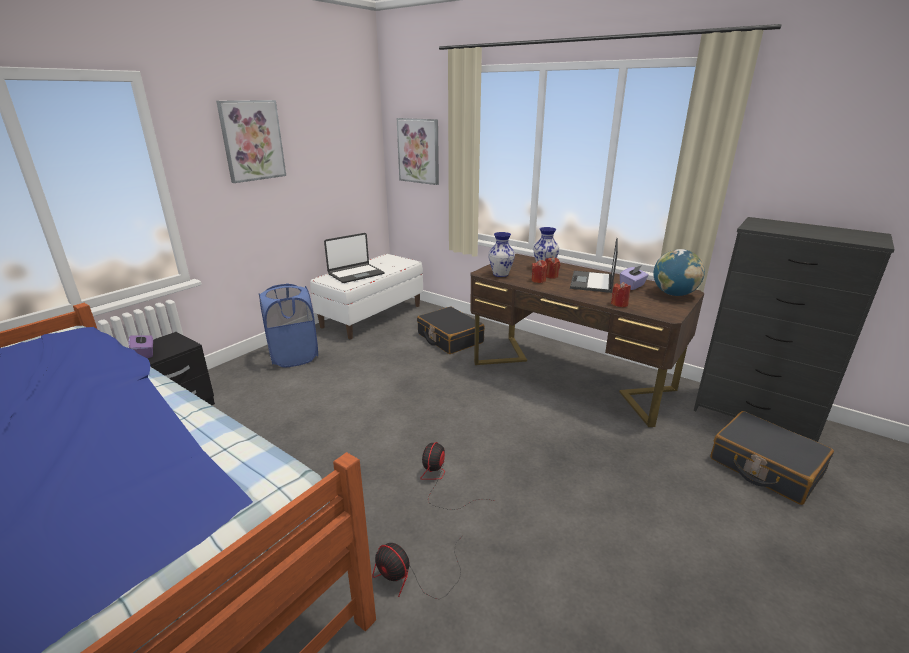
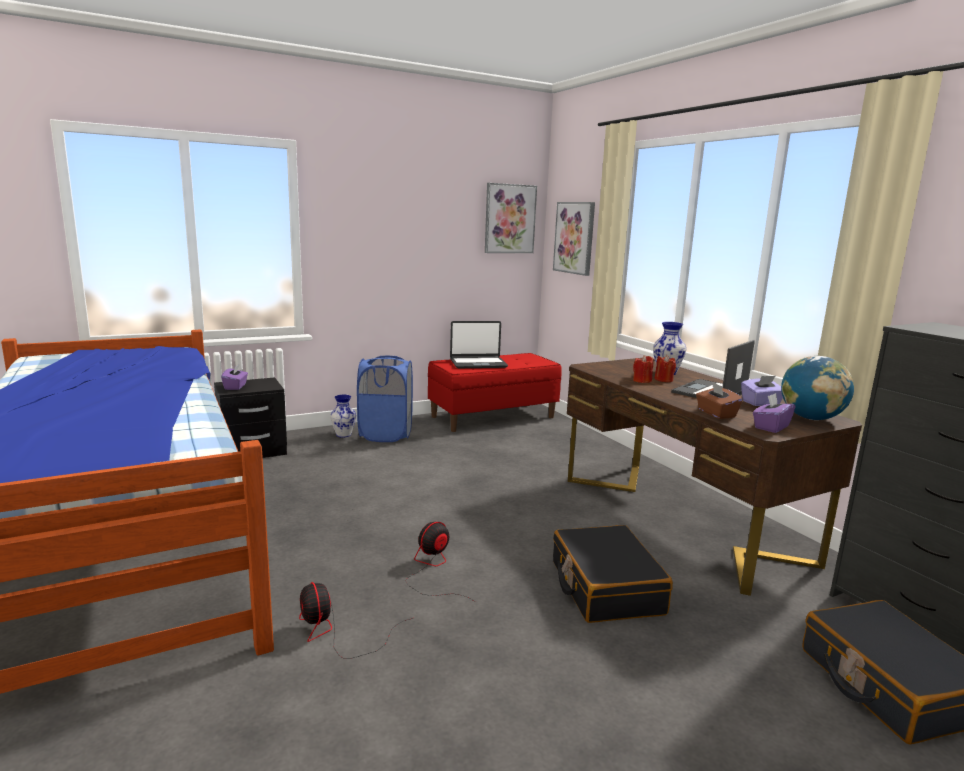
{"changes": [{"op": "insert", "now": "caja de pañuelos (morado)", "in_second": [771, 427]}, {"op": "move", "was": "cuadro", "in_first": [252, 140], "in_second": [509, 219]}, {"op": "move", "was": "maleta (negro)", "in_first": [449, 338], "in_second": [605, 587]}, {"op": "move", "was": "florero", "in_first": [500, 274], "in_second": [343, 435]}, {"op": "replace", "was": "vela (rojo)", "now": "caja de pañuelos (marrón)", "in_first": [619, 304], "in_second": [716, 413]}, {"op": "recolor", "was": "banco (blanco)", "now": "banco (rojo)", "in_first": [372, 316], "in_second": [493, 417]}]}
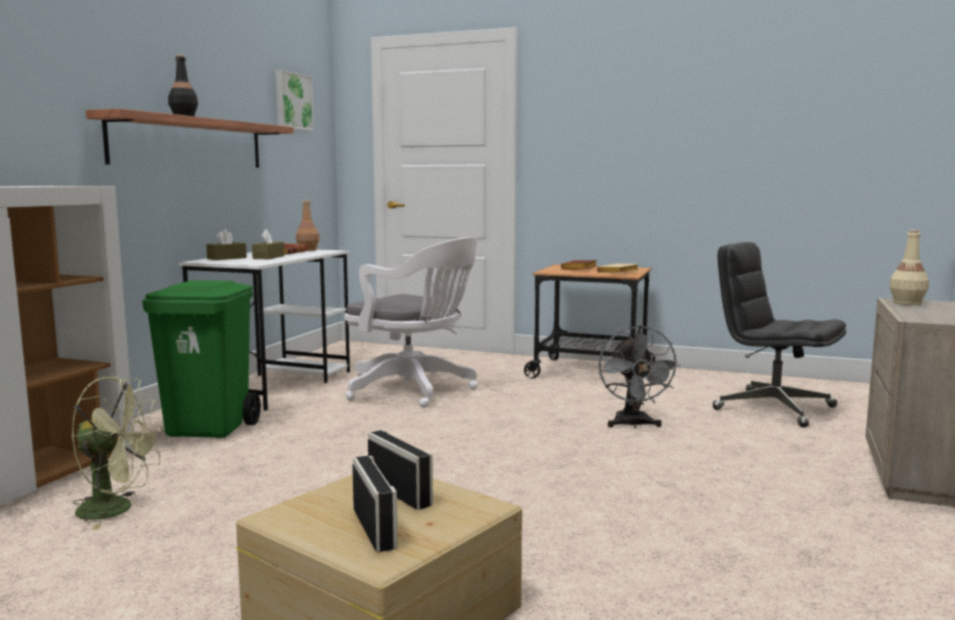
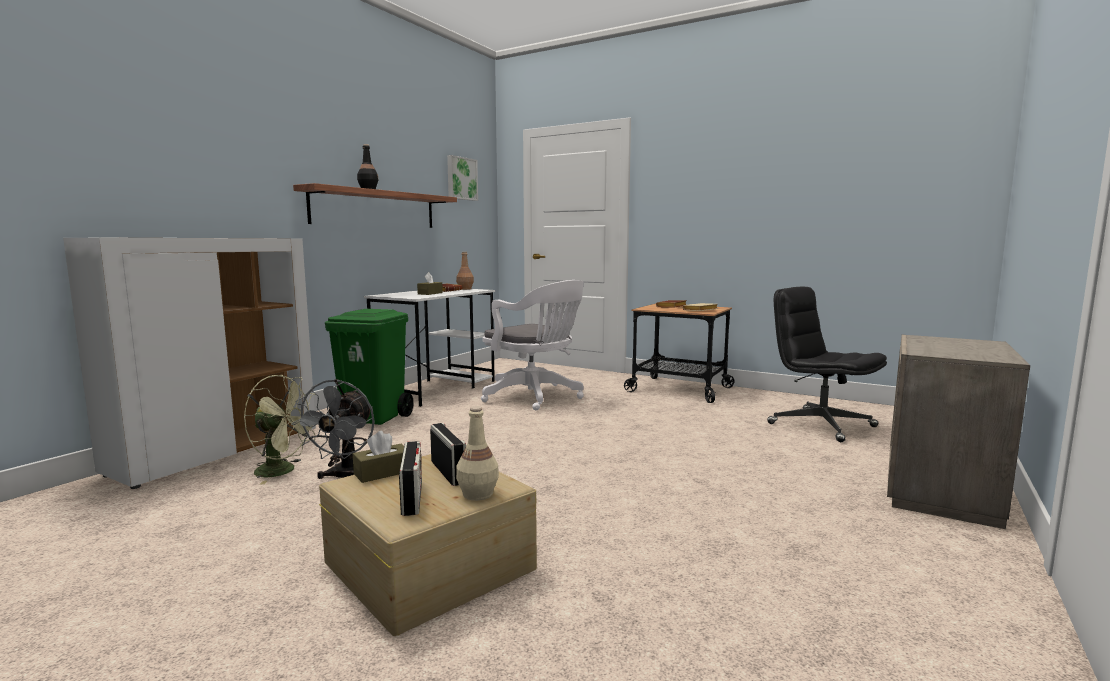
{"changes": [{"op": "move", "was": "caja de pañuelos (marrón)", "in_first": [227, 258], "in_second": [382, 472]}, {"op": "move", "was": "ventilador (gris)", "in_first": [633, 425], "in_second": [344, 477]}, {"op": "move", "was": "botella (beis)", "in_first": [906, 303], "in_second": [477, 494]}]}
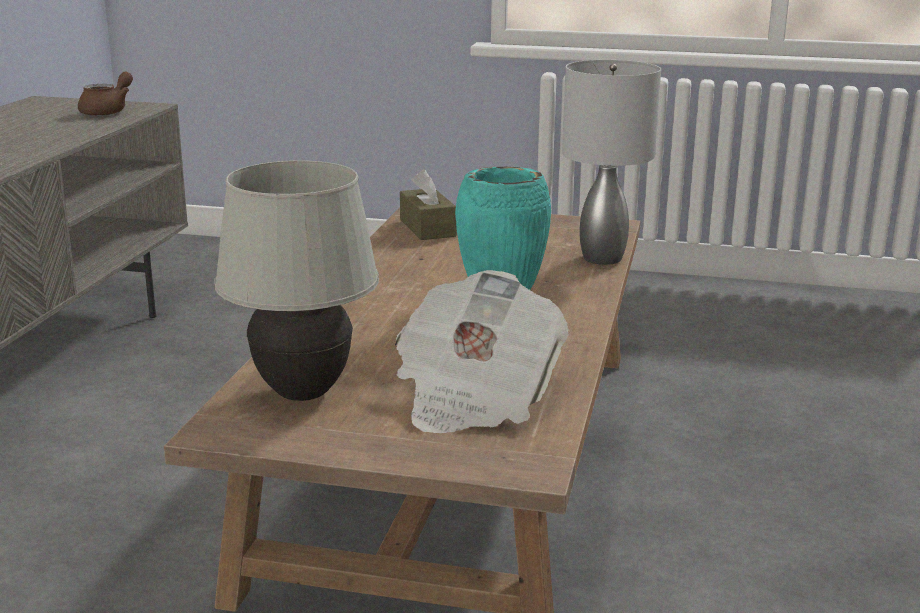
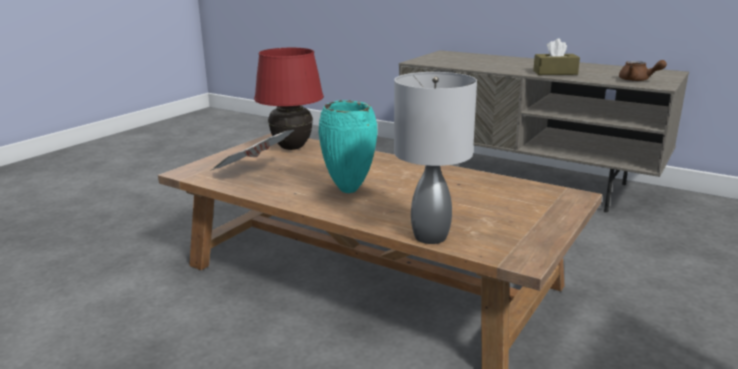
{"changes": [{"op": "move", "was": "caja de pañuelos (marrón)", "in_first": [427, 228], "in_second": [555, 73]}, {"op": "recolor", "was": "lámpara de mesa (blanco)", "now": "lámpara de mesa (rojo)", "in_first": [302, 393], "in_second": [292, 148]}]}
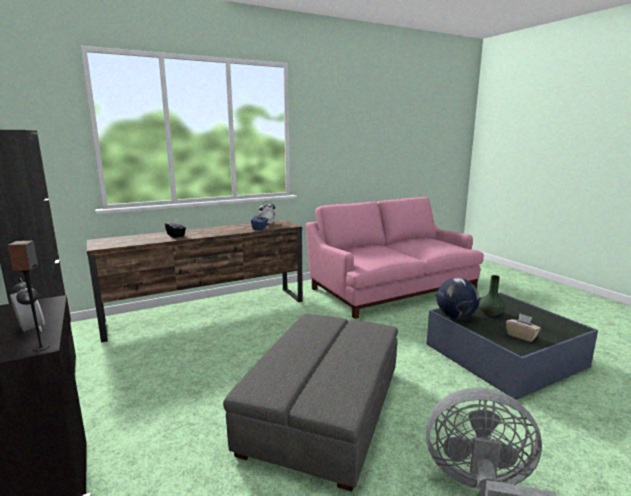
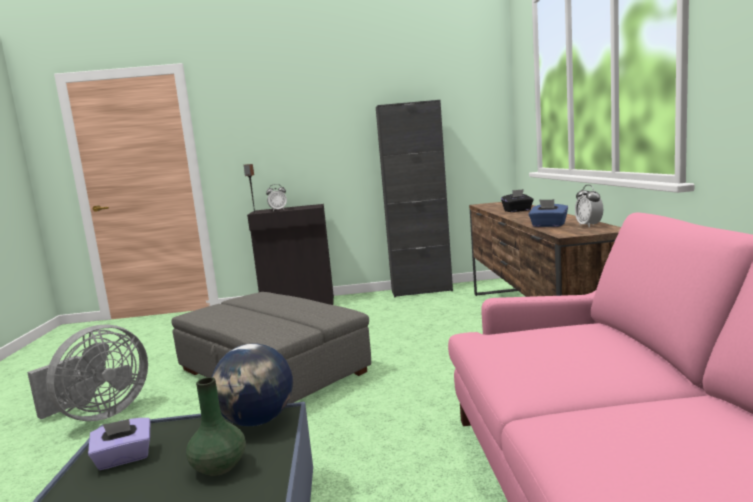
{"changes": [{"op": "recolor", "was": "caja de pañuelos (beis)", "now": "caja de pañuelos (morado)", "in_first": [521, 336], "in_second": [124, 458]}]}
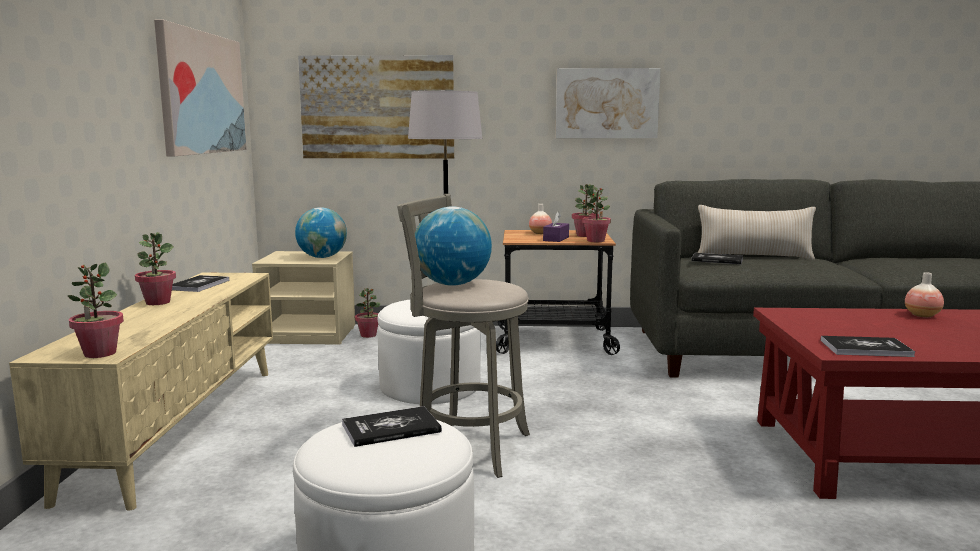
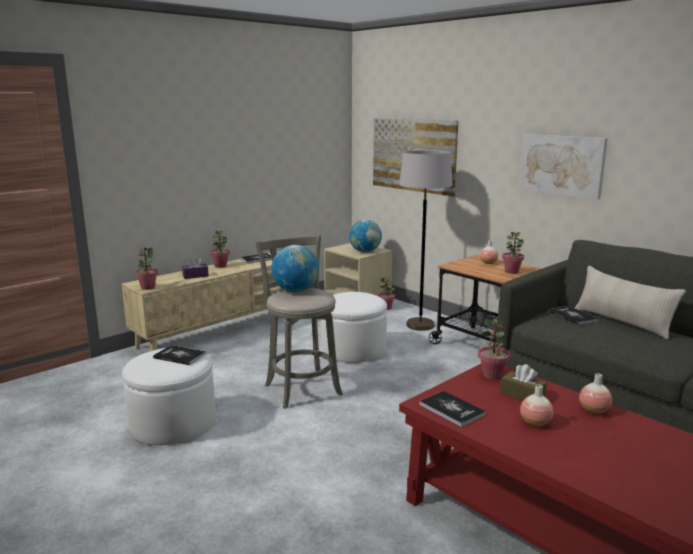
{"changes": [{"op": "delete", "was": "cuadro", "in_first": [201, 93]}, {"op": "insert", "now": "caja de pañuelos (marrón)", "in_second": [522, 395]}, {"op": "insert", "now": "florero", "in_second": [535, 423]}, {"op": "move", "was": "caja de pañuelos (morado)", "in_first": [556, 239], "in_second": [195, 276]}, {"op": "move", "was": "planta en maceta", "in_first": [596, 241], "in_second": [492, 375]}]}
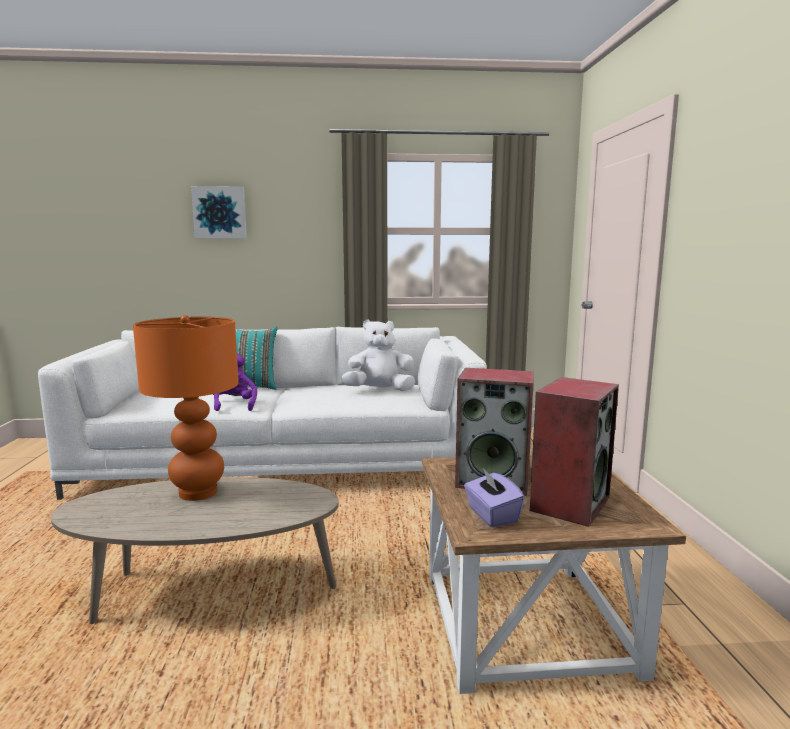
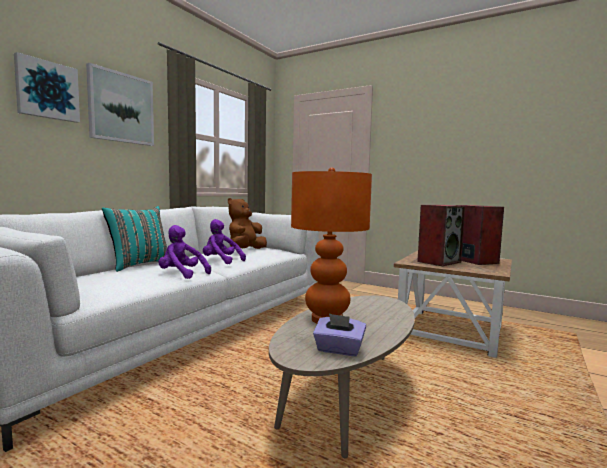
{"changes": [{"op": "insert", "now": "cuadro", "in_second": [121, 108]}, {"op": "insert", "now": "peluche (morado)", "in_second": [221, 261]}, {"op": "move", "was": "caja de pañuelos (morado)", "in_first": [491, 515], "in_second": [339, 350]}, {"op": "recolor", "was": "peluche (blanco)", "now": "peluche (marrón)", "in_first": [379, 391], "in_second": [245, 250]}]}
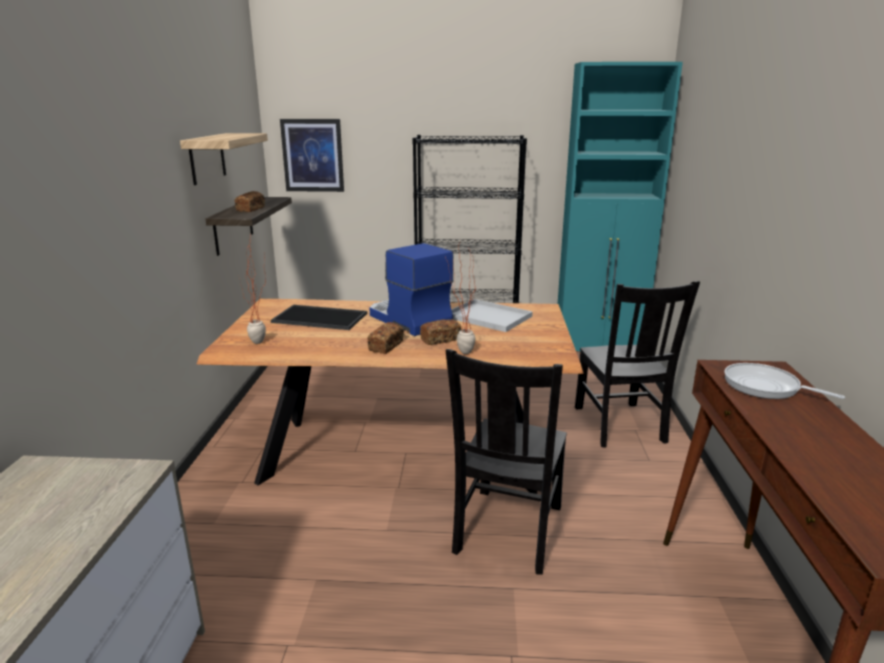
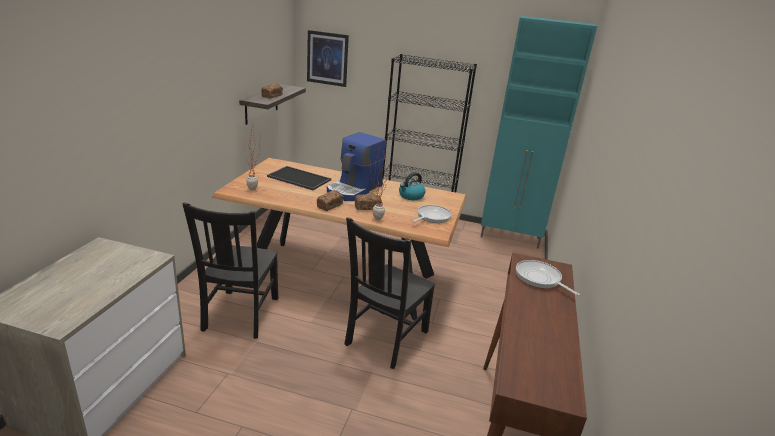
{"changes": [{"op": "delete", "was": "estante", "in_first": [207, 158]}, {"op": "insert", "now": "sartén", "in_second": [432, 217]}, {"op": "move", "was": "silla (negro)", "in_first": [620, 426], "in_second": [240, 315]}, {"op": "replace", "was": "bandeja (blanco)", "now": "hervidor", "in_first": [490, 317], "in_second": [411, 196]}, {"op": "rotate", "was": "cafetera", "in_first": [408, 320], "in_second": [355, 189], "clockwise": -120}]}
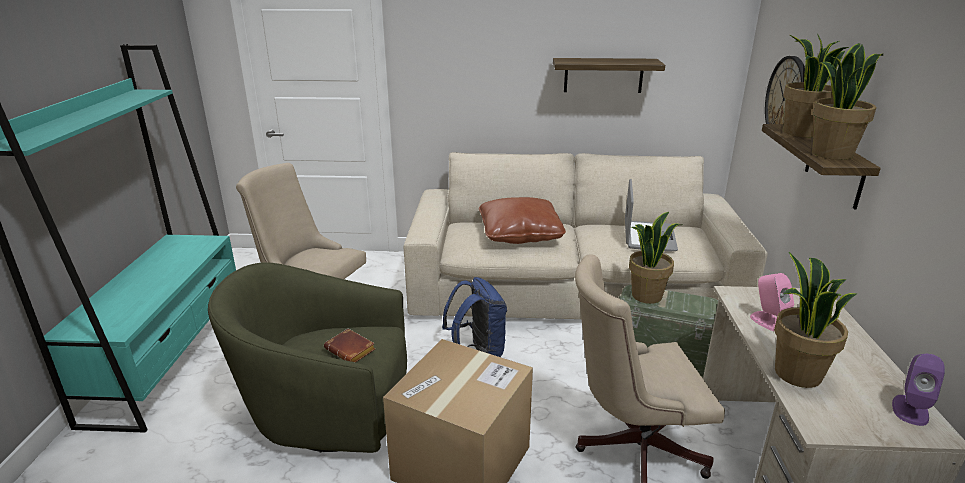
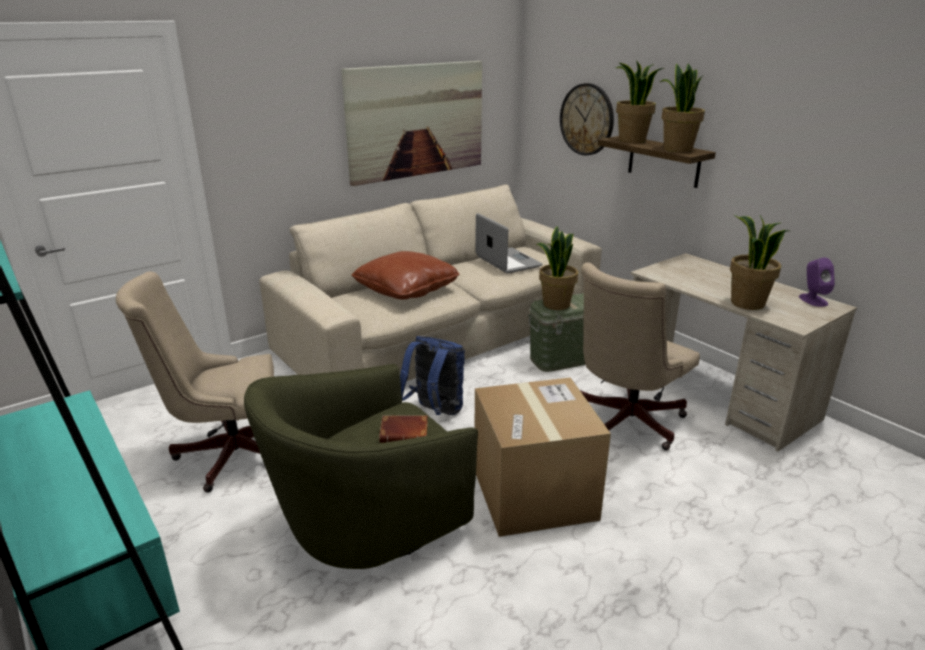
{"changes": [{"op": "delete", "was": "altavoz (rosa)", "in_first": [767, 321]}, {"op": "replace", "was": "estante", "now": "cuadro", "in_first": [603, 75], "in_second": [416, 121]}]}
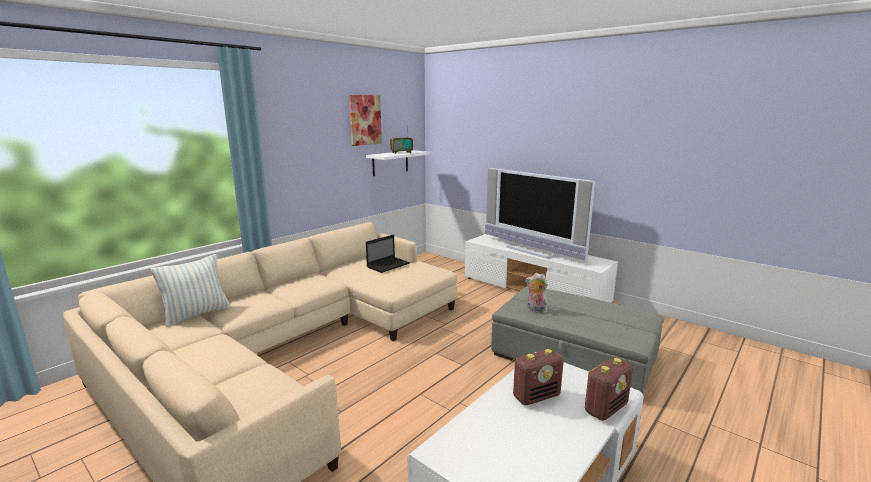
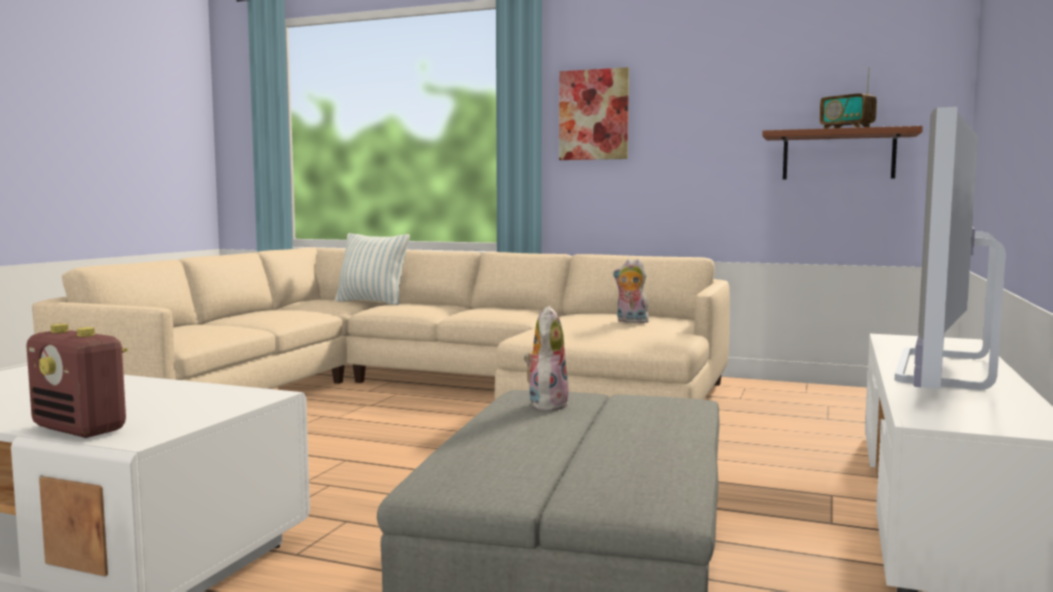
{"changes": [{"op": "delete", "was": "radio", "in_first": [536, 396]}, {"op": "move", "was": "cuadro", "in_first": [365, 120], "in_second": [594, 115]}, {"op": "replace", "was": "portátil", "now": "peluche", "in_first": [389, 265], "in_second": [630, 322]}, {"op": "recolor", "was": "estante (blanco)", "now": "estante (marrón)", "in_first": [390, 163], "in_second": [838, 155]}]}
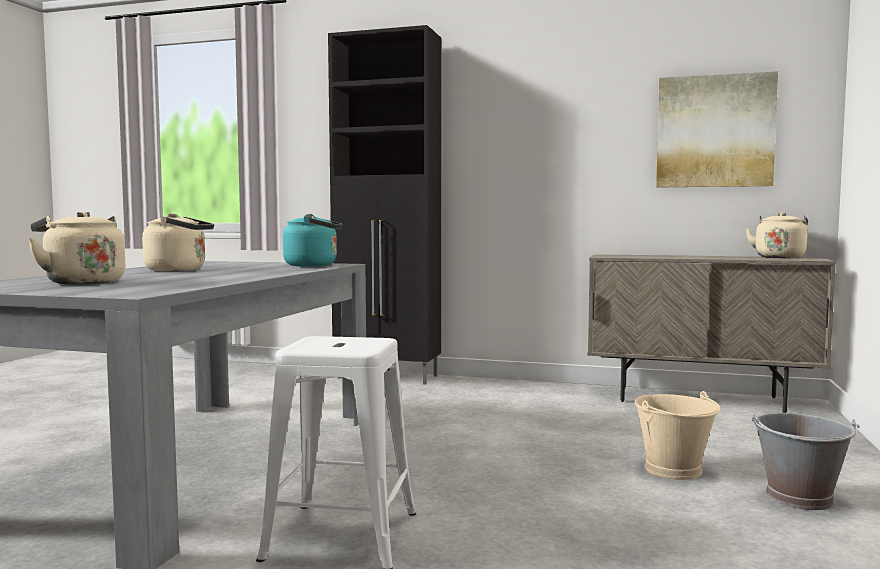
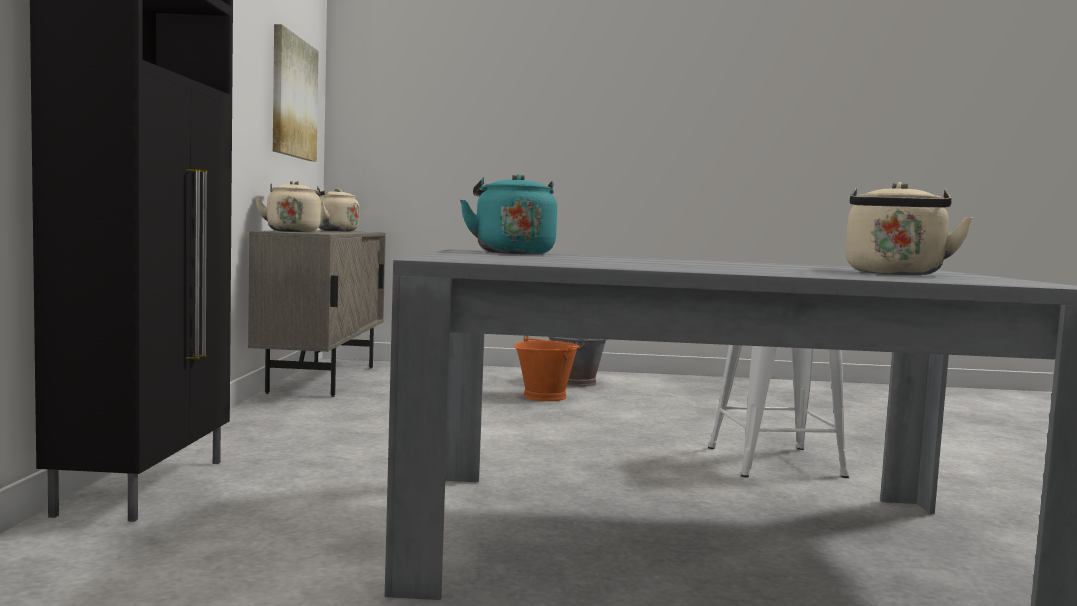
{"changes": [{"op": "move", "was": "hervidor (beis)", "in_first": [180, 270], "in_second": [293, 231]}, {"op": "recolor", "was": "cubo (beis)", "now": "cubo (naranja)", "in_first": [674, 469], "in_second": [544, 396]}]}
